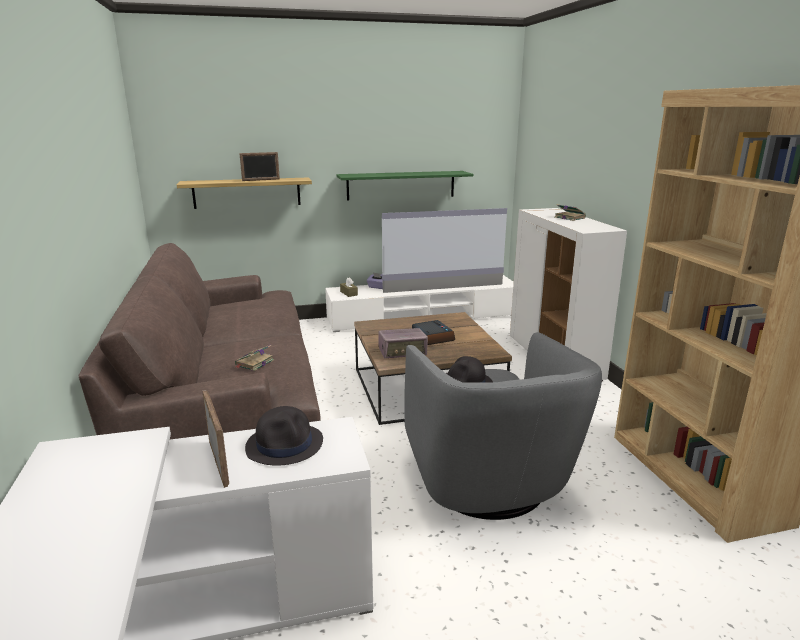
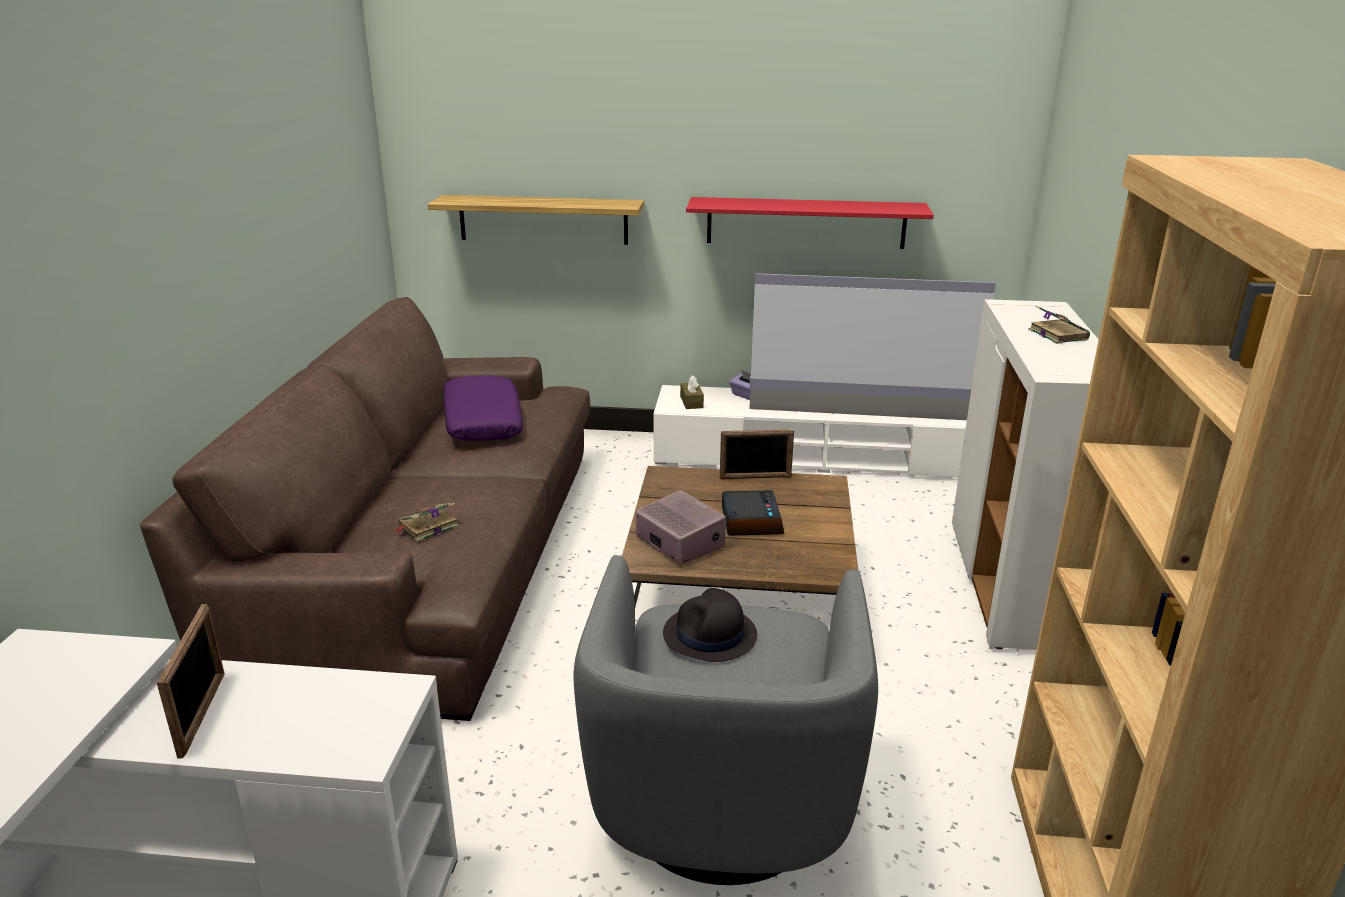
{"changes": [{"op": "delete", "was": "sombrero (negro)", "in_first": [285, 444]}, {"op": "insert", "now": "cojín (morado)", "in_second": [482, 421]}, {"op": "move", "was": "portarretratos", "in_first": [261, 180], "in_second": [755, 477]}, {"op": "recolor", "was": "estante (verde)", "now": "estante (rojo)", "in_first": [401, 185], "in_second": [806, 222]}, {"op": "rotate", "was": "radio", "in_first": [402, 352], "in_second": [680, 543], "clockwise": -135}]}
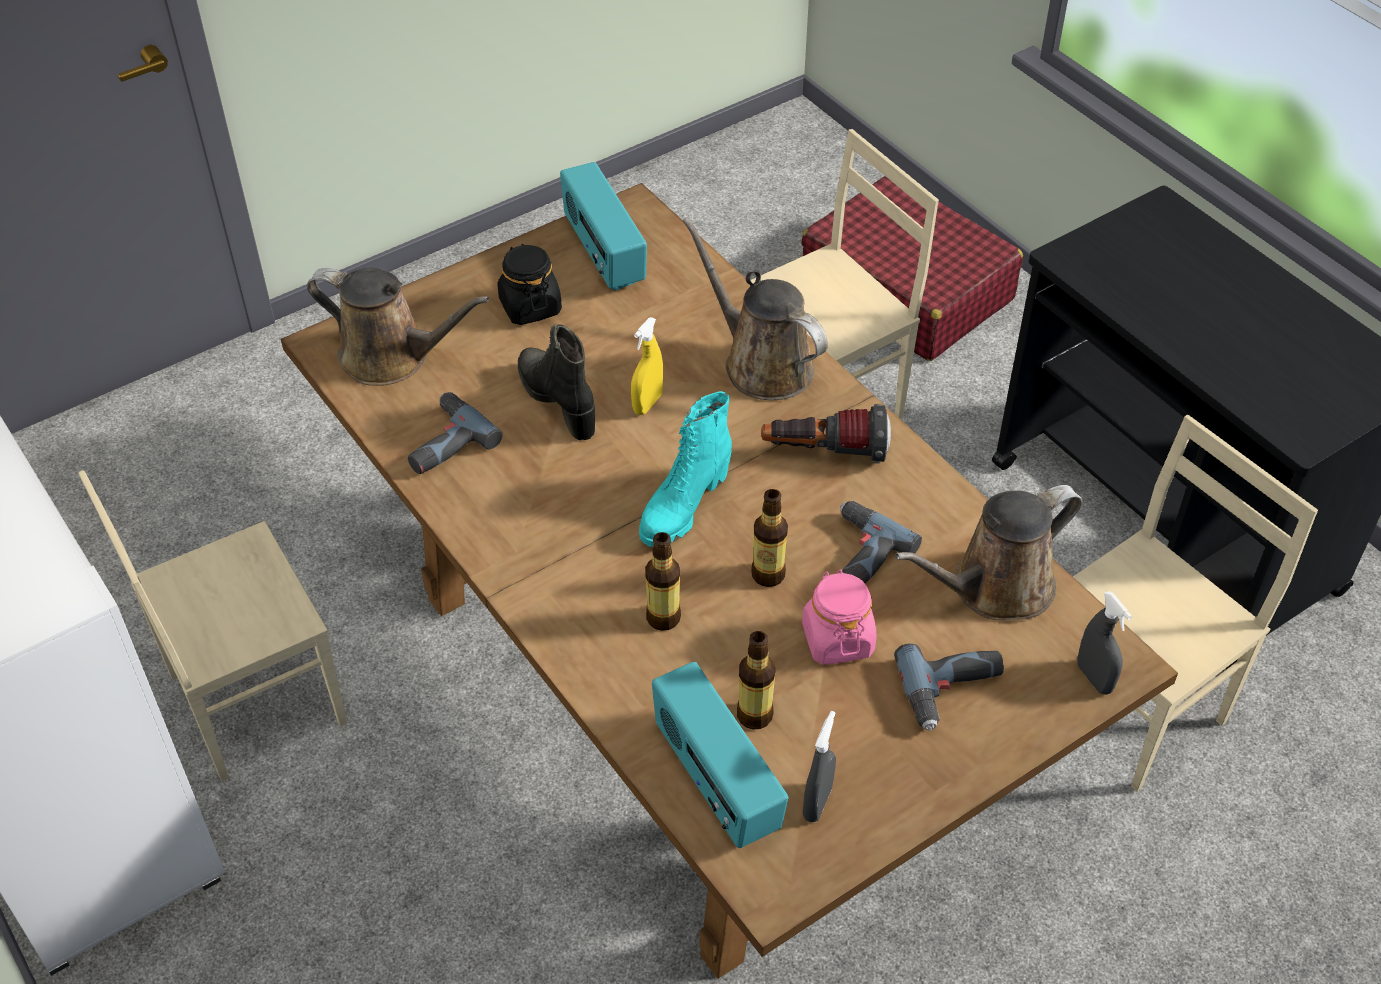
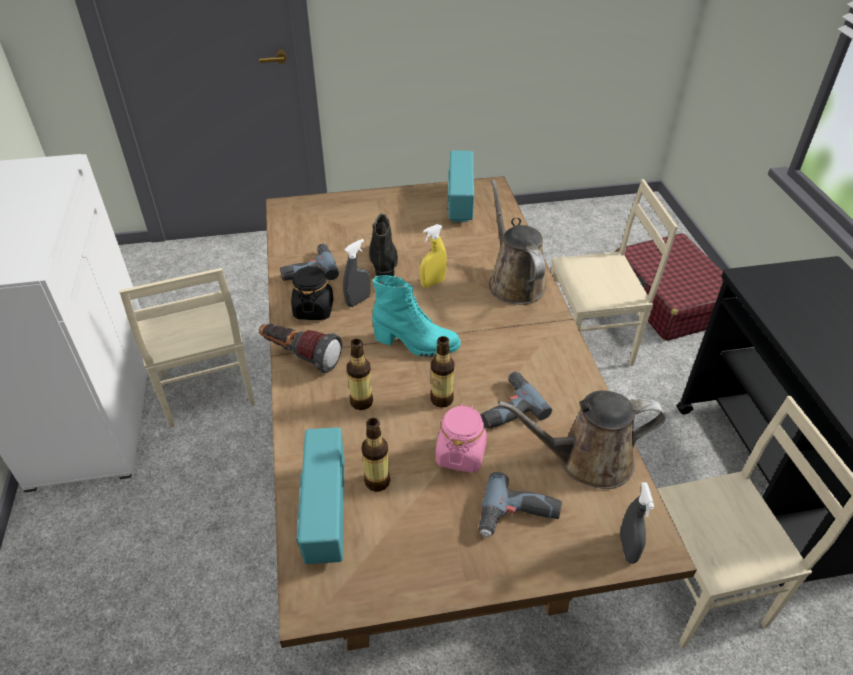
{"changes": [{"op": "delete", "was": "regadera (marrón)", "in_first": [392, 357]}, {"op": "move", "was": "tarro (negro)", "in_first": [530, 307], "in_second": [313, 309]}, {"op": "move", "was": "linterna", "in_first": [824, 453], "in_second": [300, 356]}, {"op": "move", "was": "pulverizador (gris)", "in_first": [817, 803], "in_second": [358, 301]}, {"op": "rotate", "was": "silla (beis)", "in_first": [253, 698], "in_second": [206, 392], "clockwise": -105}, {"op": "rotate", "was": "bota (turquesa)", "in_first": [683, 507], "in_second": [416, 344], "clockwise": -135}]}
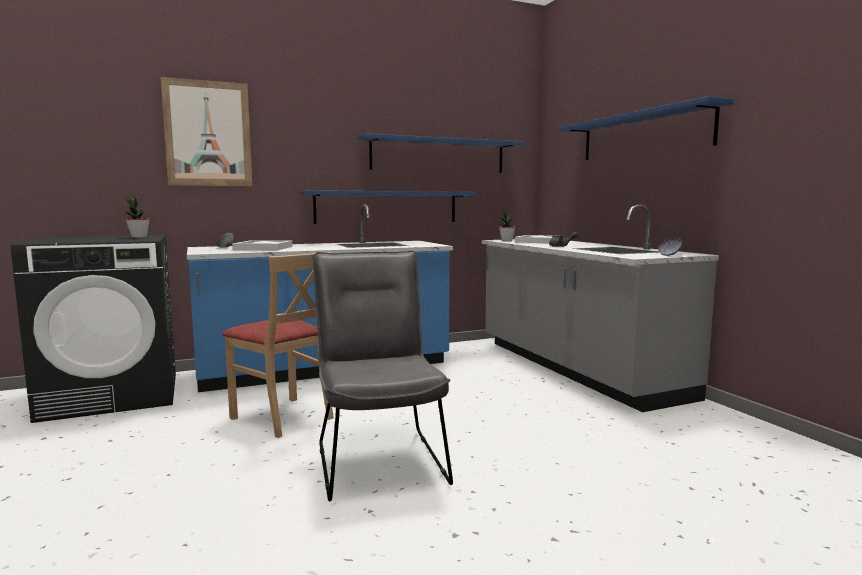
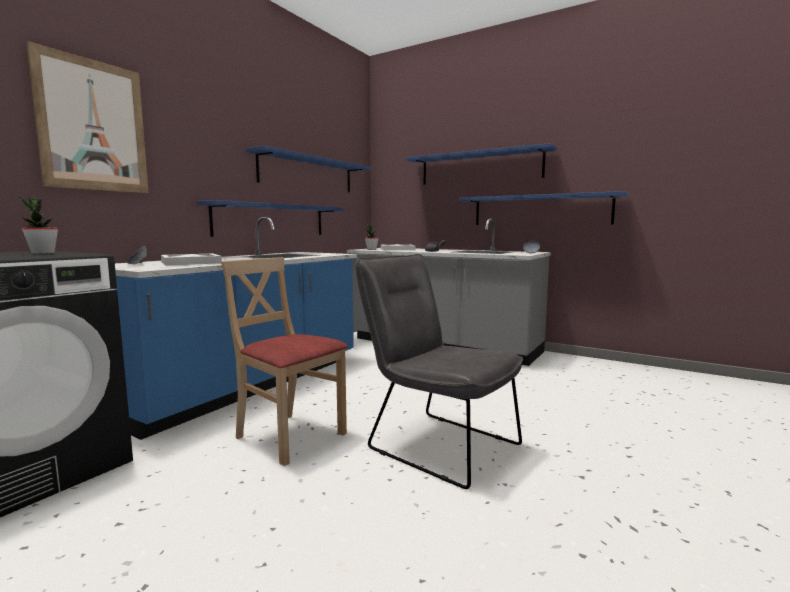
{"changes": [{"op": "insert", "now": "estante (azul)", "in_second": [540, 210]}, {"op": "rotate", "was": "silla (beis)", "in_first": [283, 417], "in_second": [290, 436], "clockwise": -150}]}
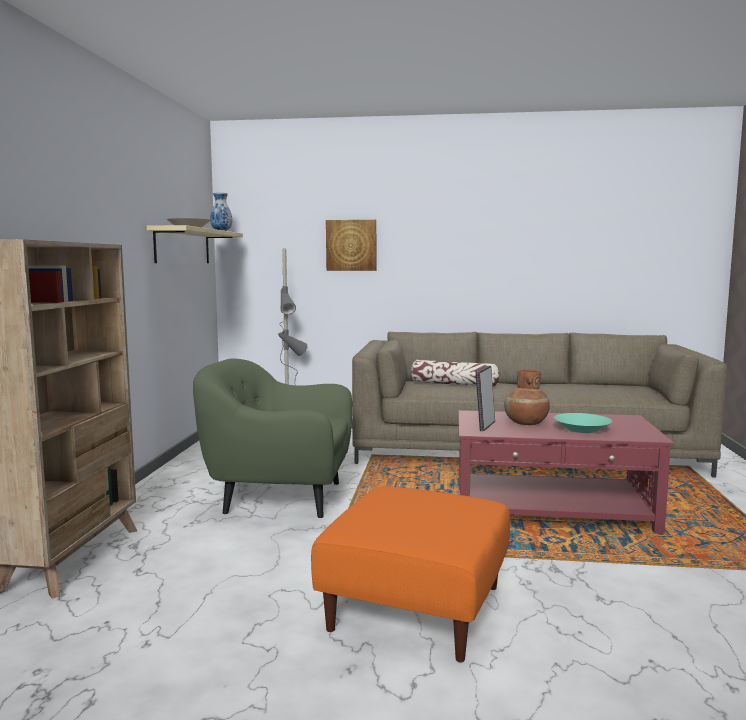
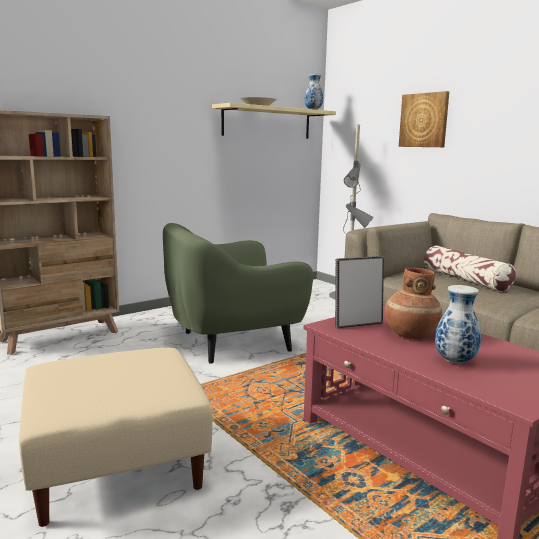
{"changes": [{"op": "replace", "was": "cuenco (turquesa)", "now": "florero", "in_first": [581, 429], "in_second": [454, 361]}, {"op": "recolor", "was": "puf (naranja)", "now": "puf (beis)", "in_first": [415, 607], "in_second": [117, 465]}, {"op": "rotate", "was": "sillón (verde)", "in_first": [279, 497], "in_second": [232, 342], "clockwise": -75}]}
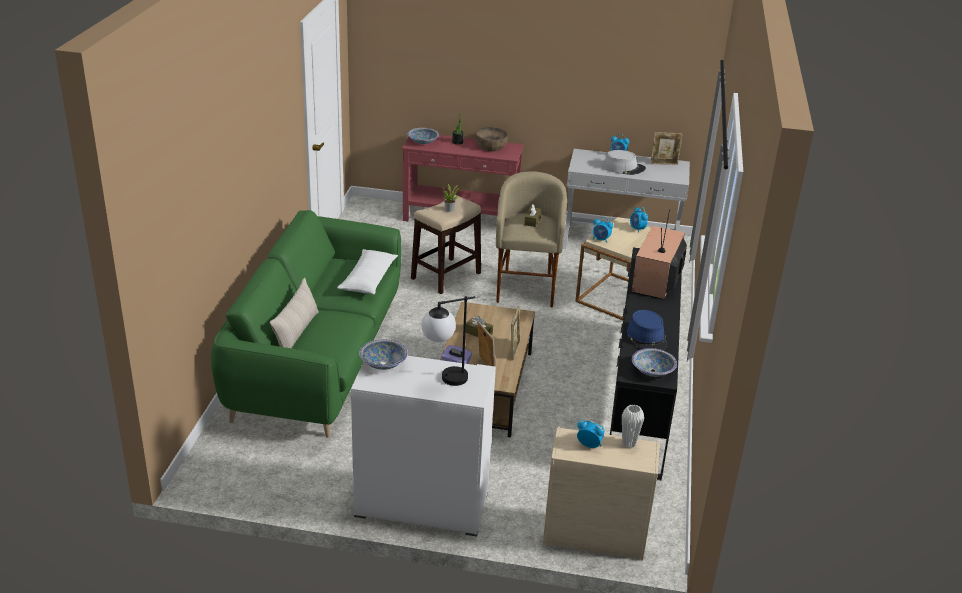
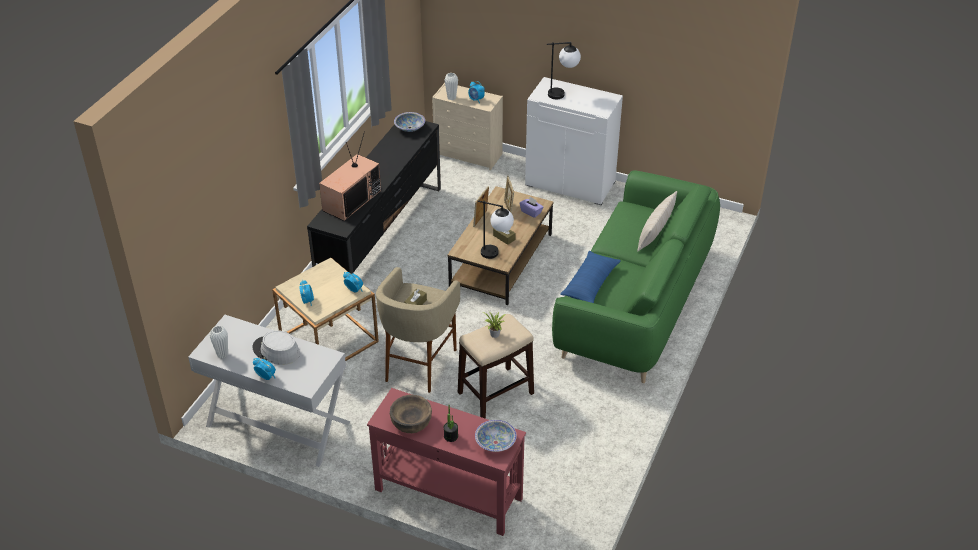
{"changes": [{"op": "delete", "was": "cuenco", "in_first": [383, 363]}, {"op": "delete", "was": "sombrero (azul)", "in_first": [647, 338]}, {"op": "insert", "now": "lámpara de mesa", "in_second": [496, 254]}, {"op": "replace", "was": "portarretratos", "now": "florero (blanco)", "in_first": [664, 163], "in_second": [222, 354]}, {"op": "recolor", "was": "cojín (blanco)", "now": "cojín (azul)", "in_first": [368, 279], "in_second": [590, 283]}]}
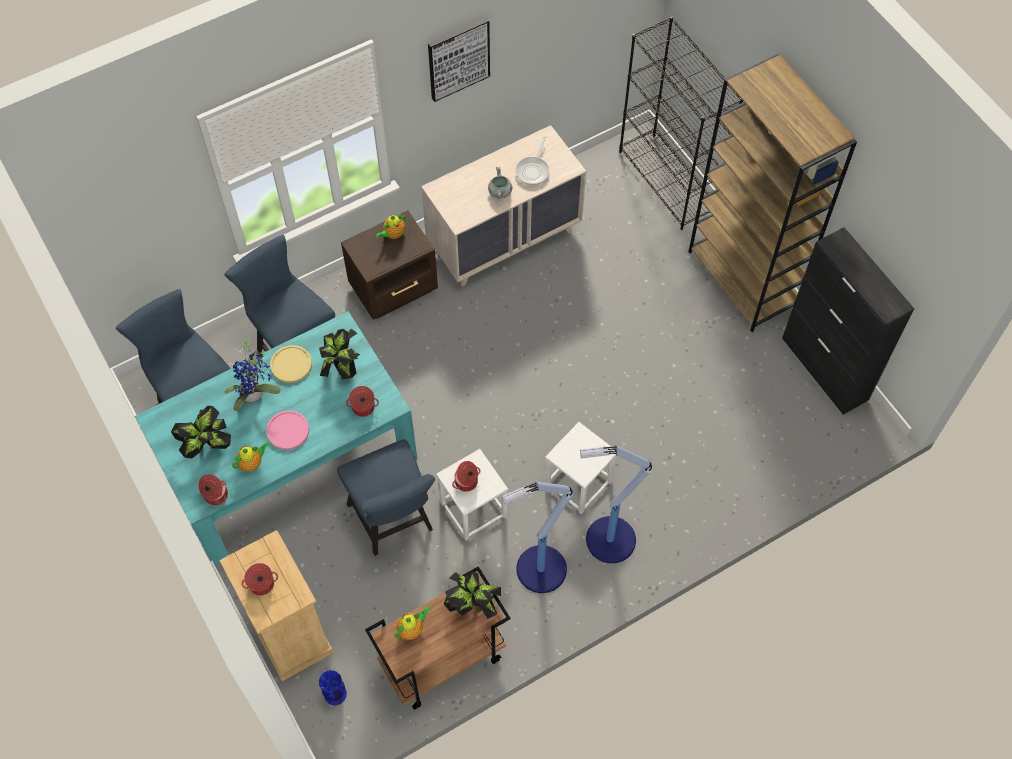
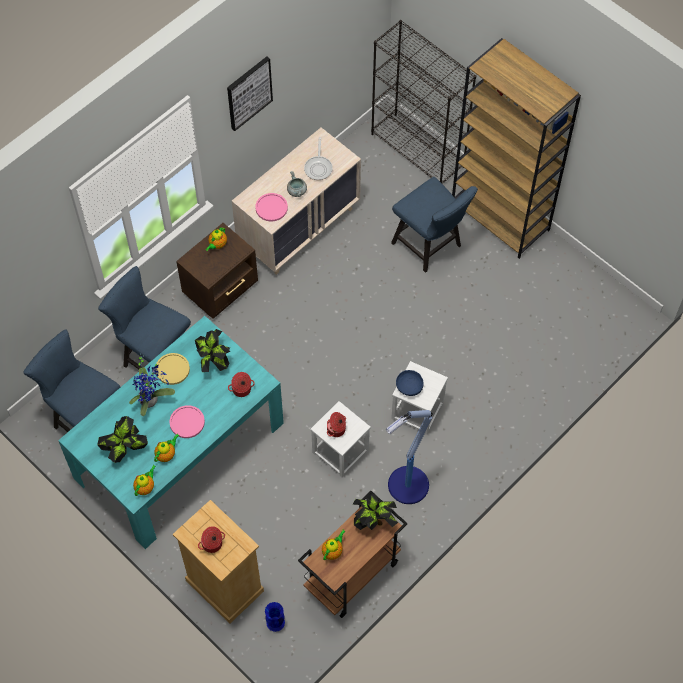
{"changes": [{"op": "delete", "was": "lámpara de pie", "in_first": [608, 540]}, {"op": "delete", "was": "armario (negro)", "in_first": [825, 369]}, {"op": "insert", "now": "plato (rosa)", "in_second": [271, 208]}, {"op": "insert", "now": "cuenco (azul)", "in_second": [409, 387]}, {"op": "move", "was": "silla (azul)", "in_first": [394, 522], "in_second": [430, 247]}, {"op": "replace", "was": "olla", "now": "tetera", "in_first": [215, 495], "in_second": [145, 487]}]}
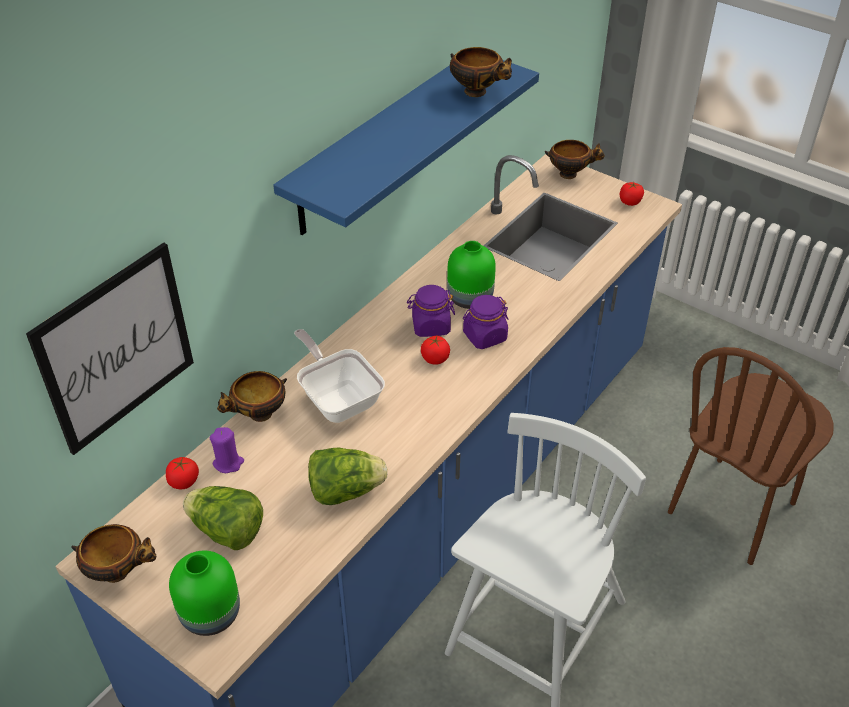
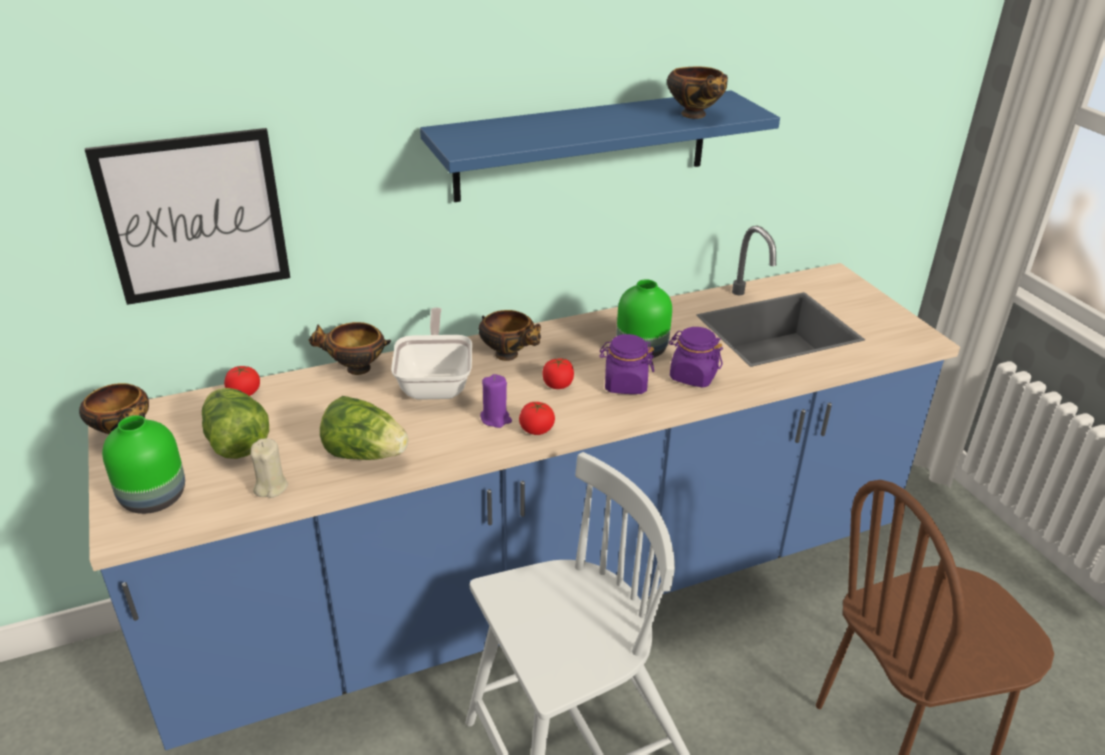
{"changes": [{"op": "insert", "now": "vela (beis)", "in_second": [271, 487]}, {"op": "move", "was": "vela (morado)", "in_first": [228, 463], "in_second": [495, 419]}, {"op": "move", "was": "tarro (morado)", "in_first": [430, 326], "in_second": [692, 376]}, {"op": "move", "was": "cuenco", "in_first": [570, 174], "in_second": [509, 355]}, {"op": "move", "was": "tomate", "in_first": [630, 202], "in_second": [536, 429]}]}
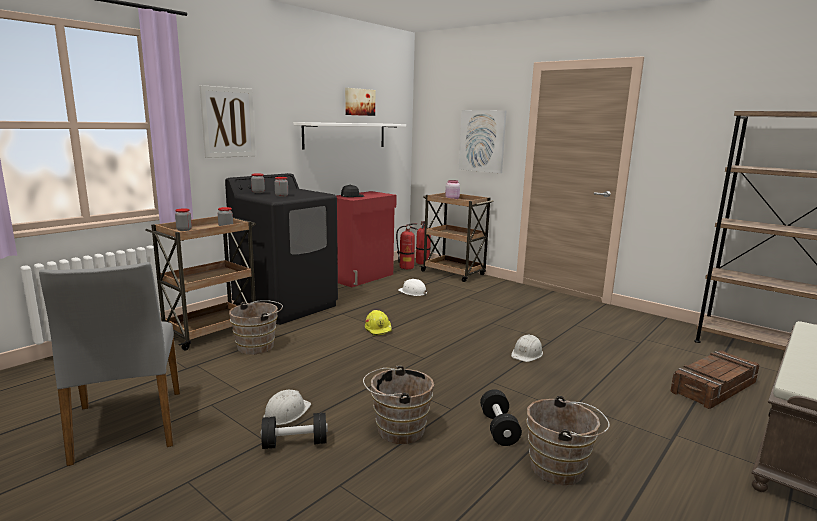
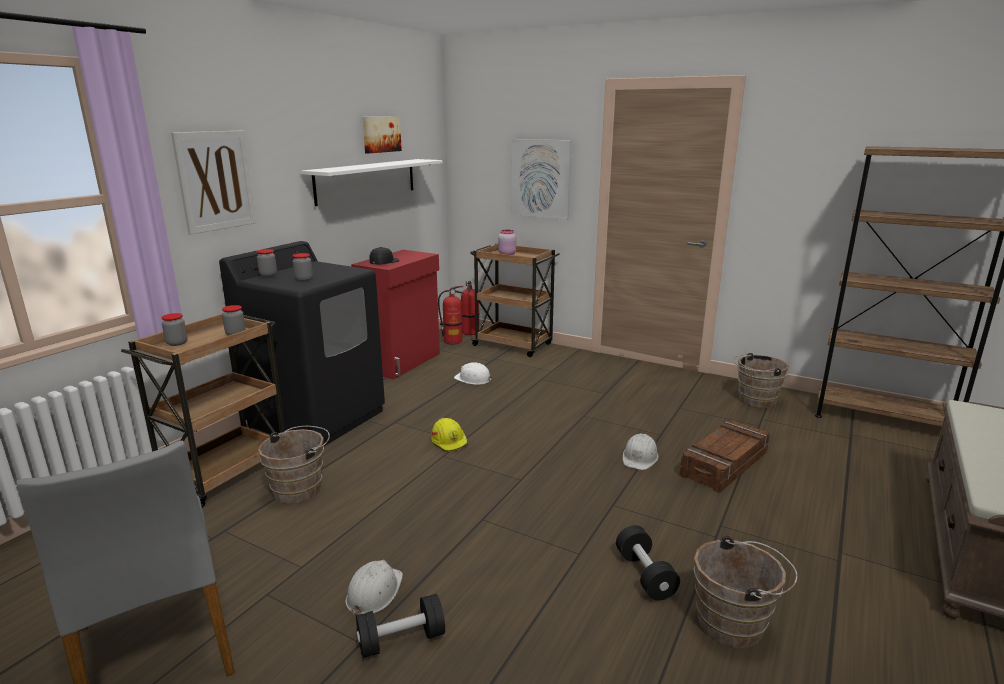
{"changes": [{"op": "move", "was": "cubo (marrón)", "in_first": [396, 430], "in_second": [754, 400]}, {"op": "move", "was": "caja de embalaje", "in_first": [714, 387], "in_second": [725, 464]}]}
